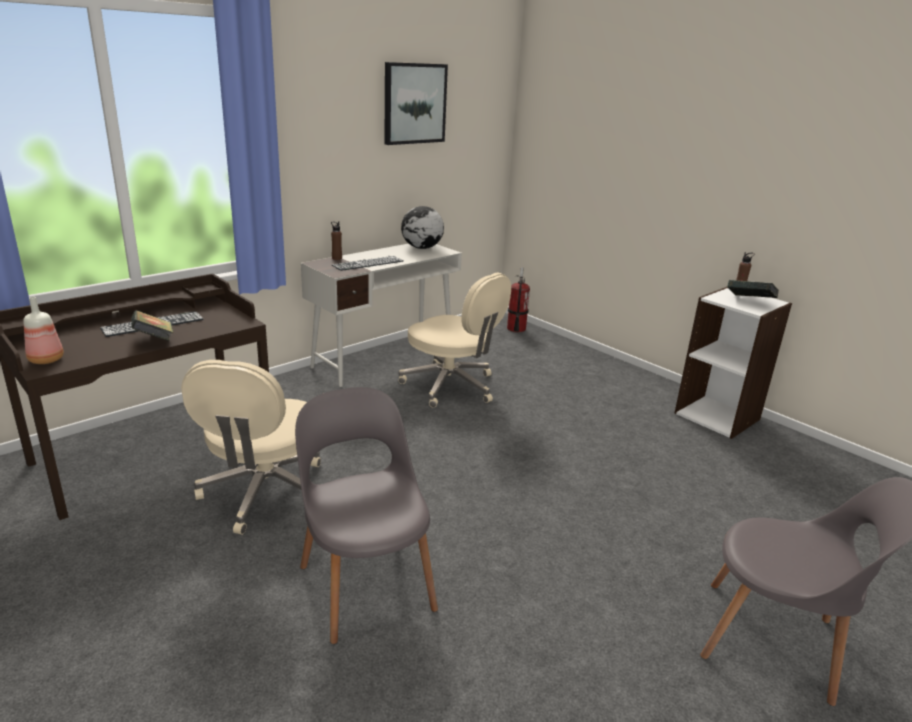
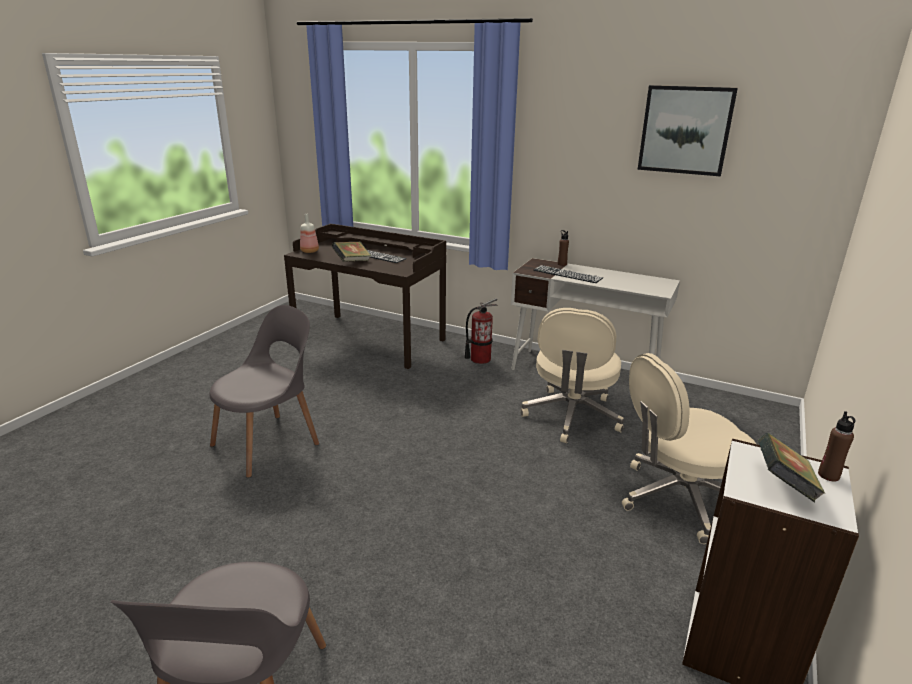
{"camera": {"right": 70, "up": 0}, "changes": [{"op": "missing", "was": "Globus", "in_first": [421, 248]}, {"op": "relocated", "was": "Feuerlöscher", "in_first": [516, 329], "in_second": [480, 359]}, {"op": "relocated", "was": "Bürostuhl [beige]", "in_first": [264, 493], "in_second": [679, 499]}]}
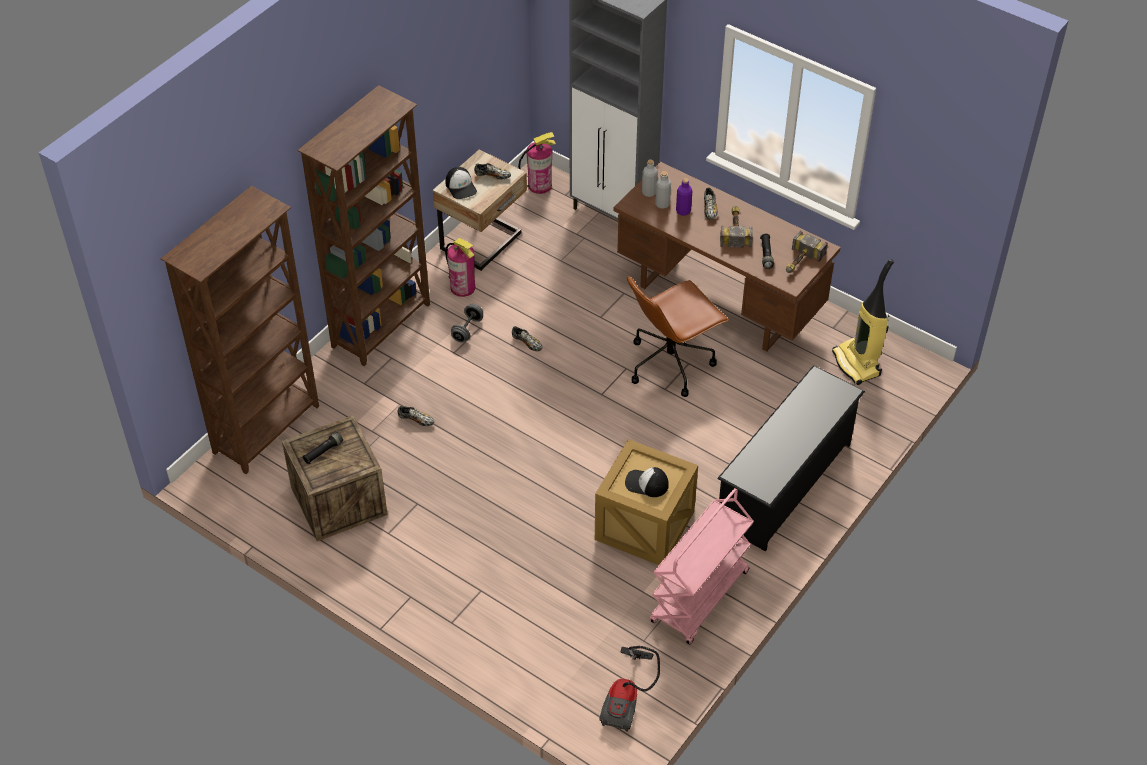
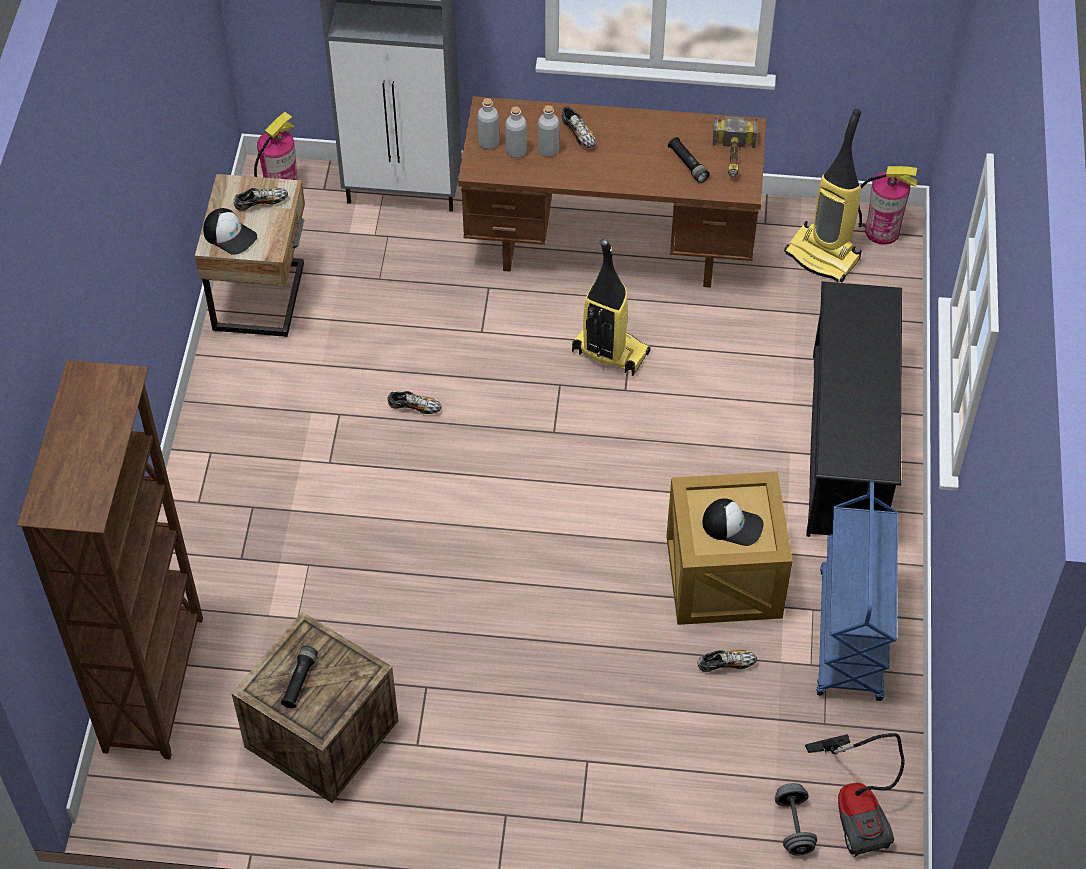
{"camera": {"right": -30, "up": 5}, "changes": [{"op": "missing", "was": "Bücherregal [braun]", "in_first": [382, 326]}, {"op": "colour", "was": "Flasche [lila]", "now": "Flasche [grau]", "in_first": [683, 211], "in_second": [548, 150]}, {"op": "missing", "was": "Hammer", "in_first": [735, 229]}, {"op": "relocated", "was": "Feuerlöscher", "in_first": [463, 287], "in_second": [882, 231]}, {"op": "exchanged", "was": "Bürostuhl [braun]", "now": "Staubsauger", "in_first": [671, 363], "in_second": [609, 353]}, {"op": "relocated", "was": "Hantel [grau]", "in_first": [467, 330], "in_second": [794, 826]}, {"op": "relocated", "was": "Schuh", "in_first": [416, 420], "in_second": [726, 664]}, {"op": "spun", "was": "Kappe", "in_first": [646, 484], "in_second": [732, 525], "clockwise": -150}, {"op": "colour", "was": "Rollwagen [rosa]", "now": "Rollwagen [blau]", "in_first": [700, 598], "in_second": [851, 636]}]}
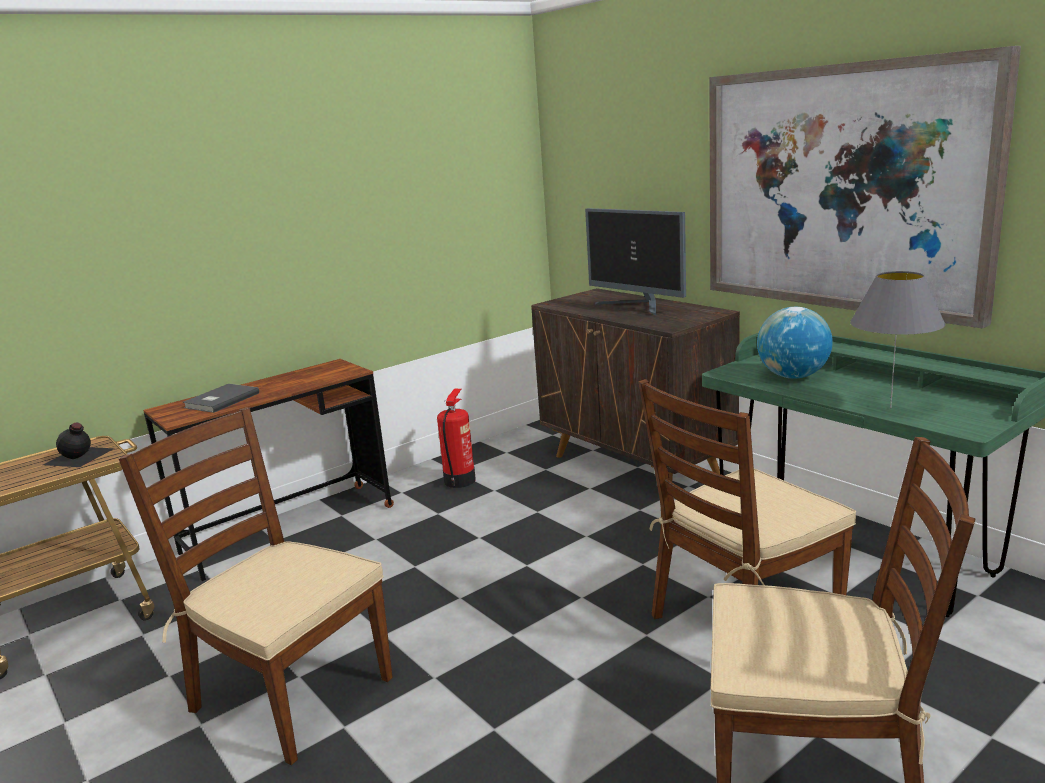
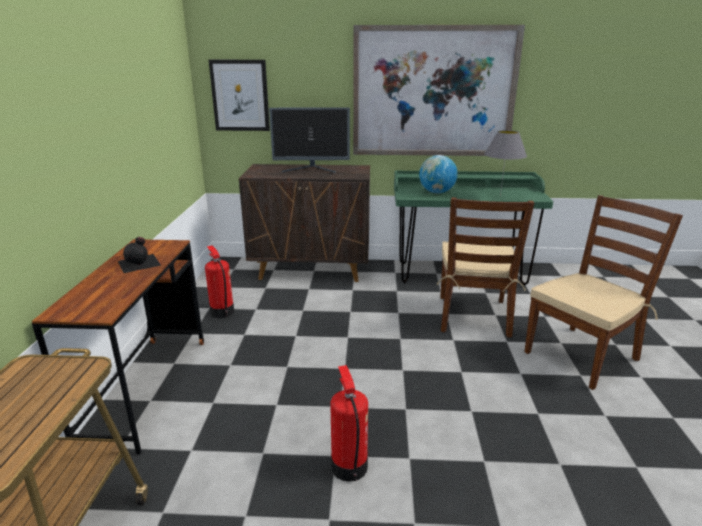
{"camera": {"right": -50, "up": 5}, "changes": [{"op": "missing", "was": "Buch [grau]", "in_first": [220, 400]}, {"op": "exchanged", "was": "Stuhl [braun]", "now": "Feuerlöscher", "in_first": [290, 693], "in_second": [349, 466]}, {"op": "relocated", "was": "Flasche [schwarz]", "in_first": [78, 457], "in_second": [140, 263]}, {"op": "appeared", "now": "Bild", "in_second": [240, 95]}]}
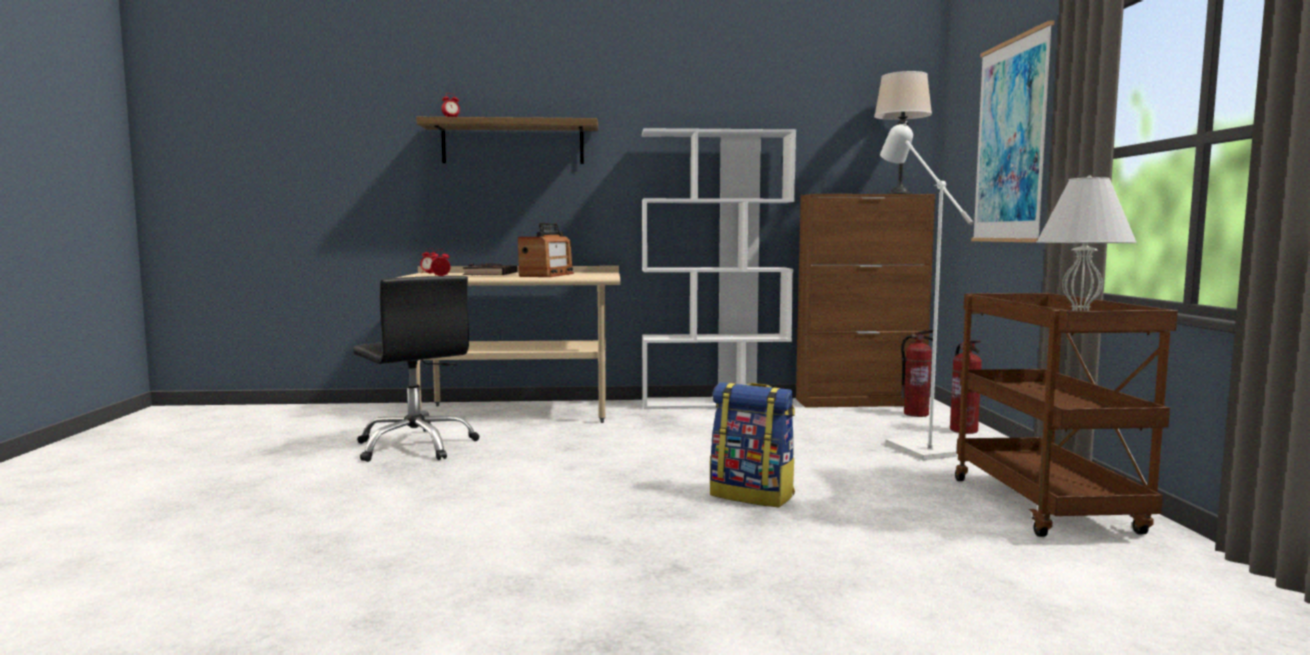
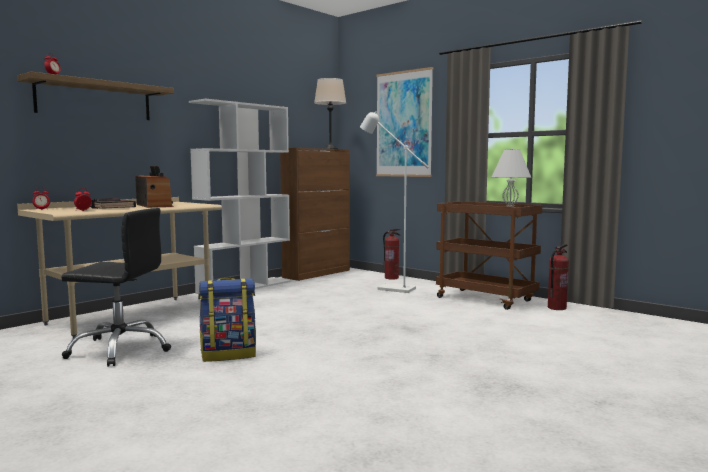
{"camera": {"right": -45, "up": 0}, "changes": [{"op": "relocated", "was": "Feuerlöscher", "in_first": [916, 414], "in_second": [556, 308]}, {"op": "relocated", "was": "Rucksack", "in_first": [753, 495], "in_second": [229, 354]}]}
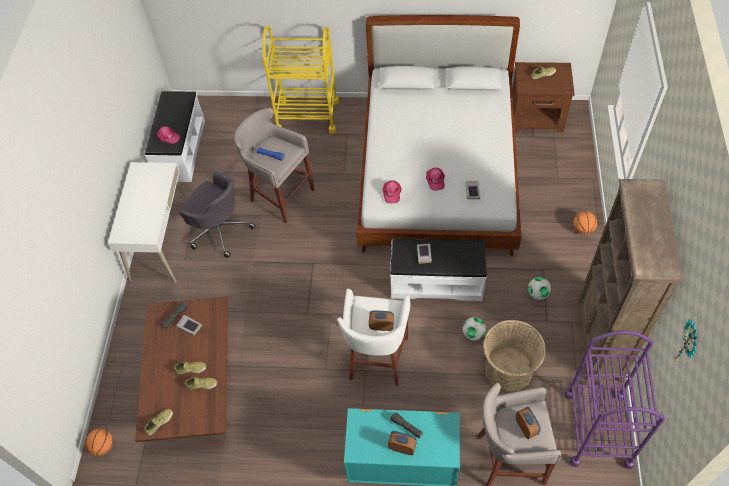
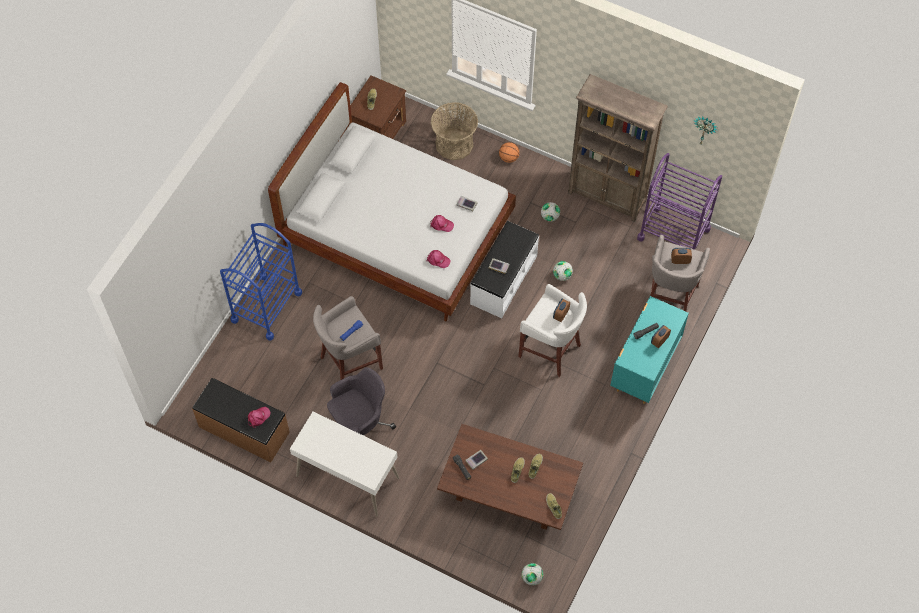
{"camera": {"right": -70, "up": 5}, "changes": [{"op": "colour", "was": "Rollwagen [gelb]", "now": "Rollwagen [blau]", "in_first": [307, 116], "in_second": [266, 306]}, {"op": "colour", "was": "Bank [weiß]", "now": "Bank [braun]", "in_first": [180, 150], "in_second": [243, 430]}, {"op": "relocated", "was": "Korb", "in_first": [508, 369], "in_second": [454, 144]}, {"op": "exchanged", "was": "Basketball", "now": "Fußball", "in_first": [103, 446], "in_second": [532, 577]}]}
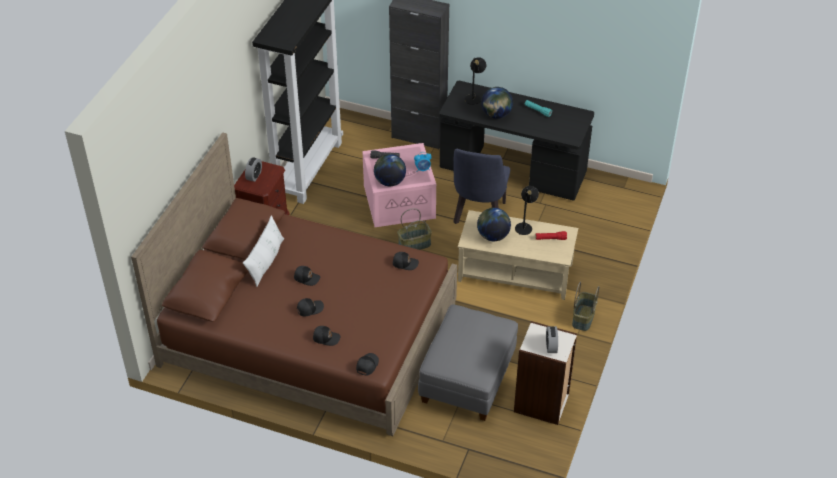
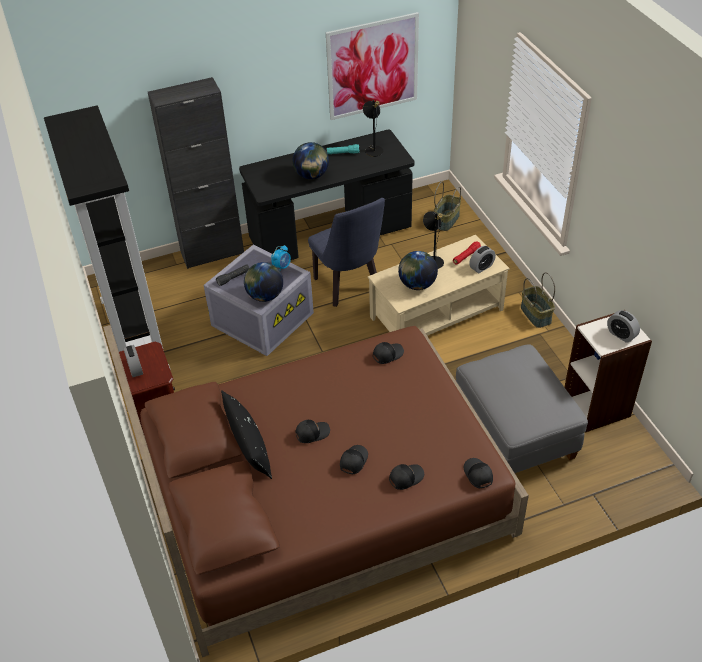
{"camera": {"right": -40, "up": 0}, "changes": [{"op": "relocated", "was": "Tischlampe [schwarz]", "in_first": [474, 97], "in_second": [373, 149]}, {"op": "colour", "was": "Aufbewahrungsbox [rosa]", "now": "Aufbewahrungsbox [grau]", "in_first": [400, 201], "in_second": [262, 318]}, {"op": "relocated", "was": "Korb", "in_first": [414, 244], "in_second": [446, 220]}, {"op": "colour", "was": "Kissen [weiß]", "now": "Kissen [schwarz]", "in_first": [266, 261], "in_second": [249, 446]}, {"op": "appeared", "now": "Bild", "in_second": [373, 66]}, {"op": "appeared", "now": "Wecker", "in_second": [481, 267]}]}
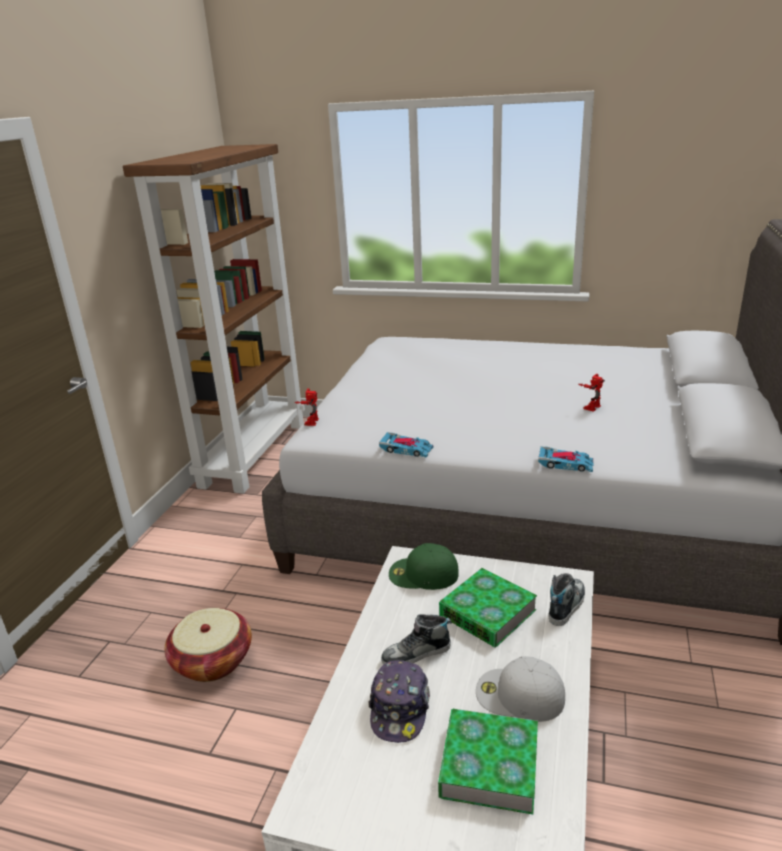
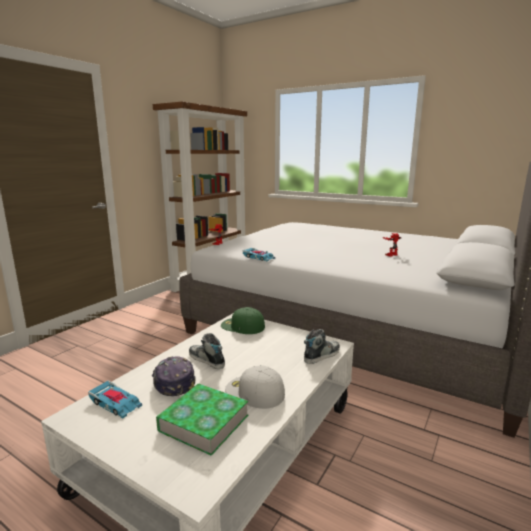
{"camera": {"right": 15, "up": -10}, "changes": [{"op": "relocated", "was": "Spielzeugauto", "in_first": [565, 464], "in_second": [115, 403]}, {"op": "missing", "was": "Buch", "in_first": [487, 613]}, {"op": "missing", "was": "Korb", "in_first": [213, 661]}, {"op": "spun", "was": "Schuh", "in_first": [416, 654], "in_second": [206, 360], "clockwise": 45}, {"op": "spun", "was": "Kappe", "in_first": [400, 708], "in_second": [173, 382], "clockwise": 135}]}
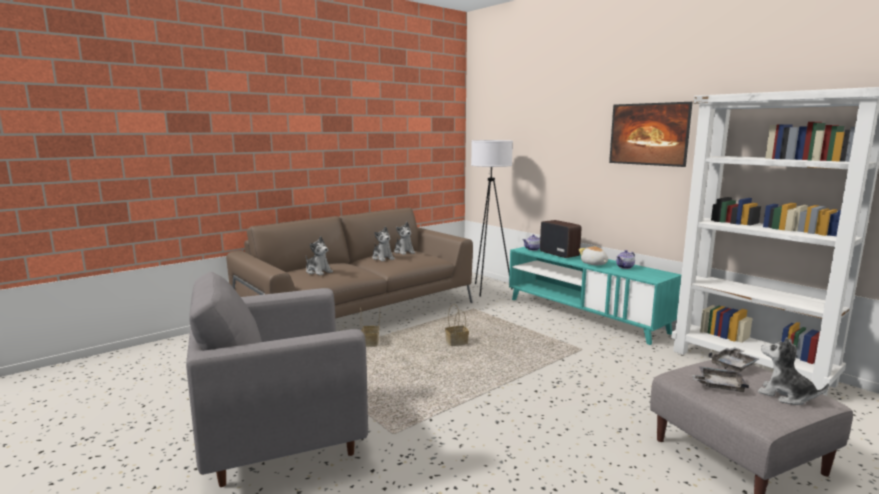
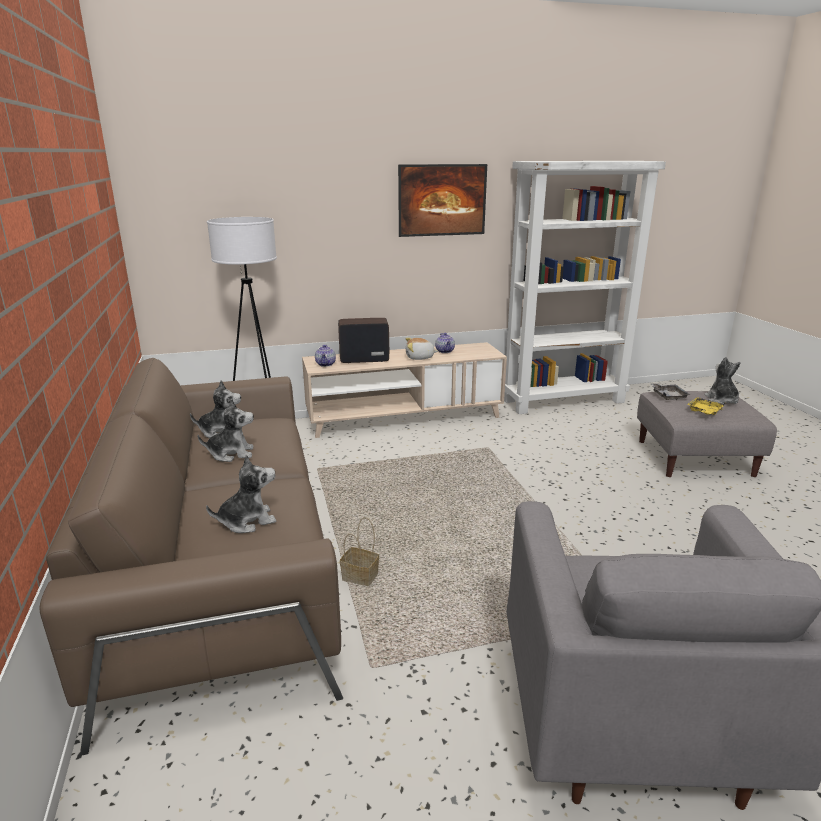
{"camera": {"right": -65, "up": 10}, "changes": [{"op": "colour", "was": "Fernsehschrank [türkis]", "now": "Fernsehschrank [beige]", "in_first": [584, 315], "in_second": [404, 418]}, {"op": "missing", "was": "Korb", "in_first": [457, 343]}, {"op": "spun", "was": "Plüschtier", "in_first": [785, 395], "in_second": [721, 400], "clockwise": 105}, {"op": "colour", "was": "Tablett [grau]", "now": "Tablett [gelb]", "in_first": [719, 385], "in_second": [704, 411]}]}
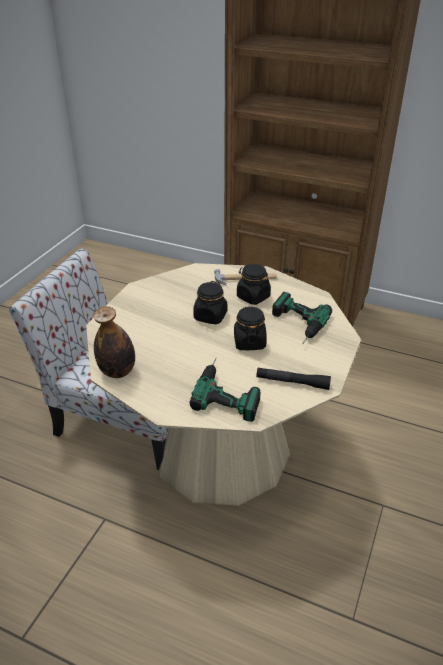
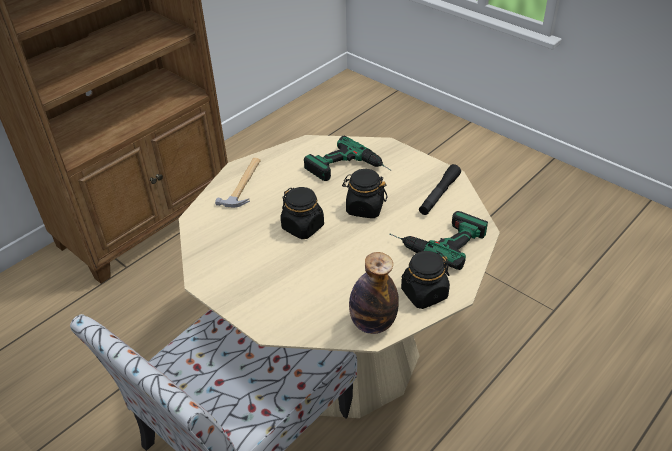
{"camera": {"right": -70, "up": 5}, "changes": [{"op": "relocated", "was": "Vorratsglas [schwarz]", "in_first": [253, 297], "in_second": [424, 293]}]}
